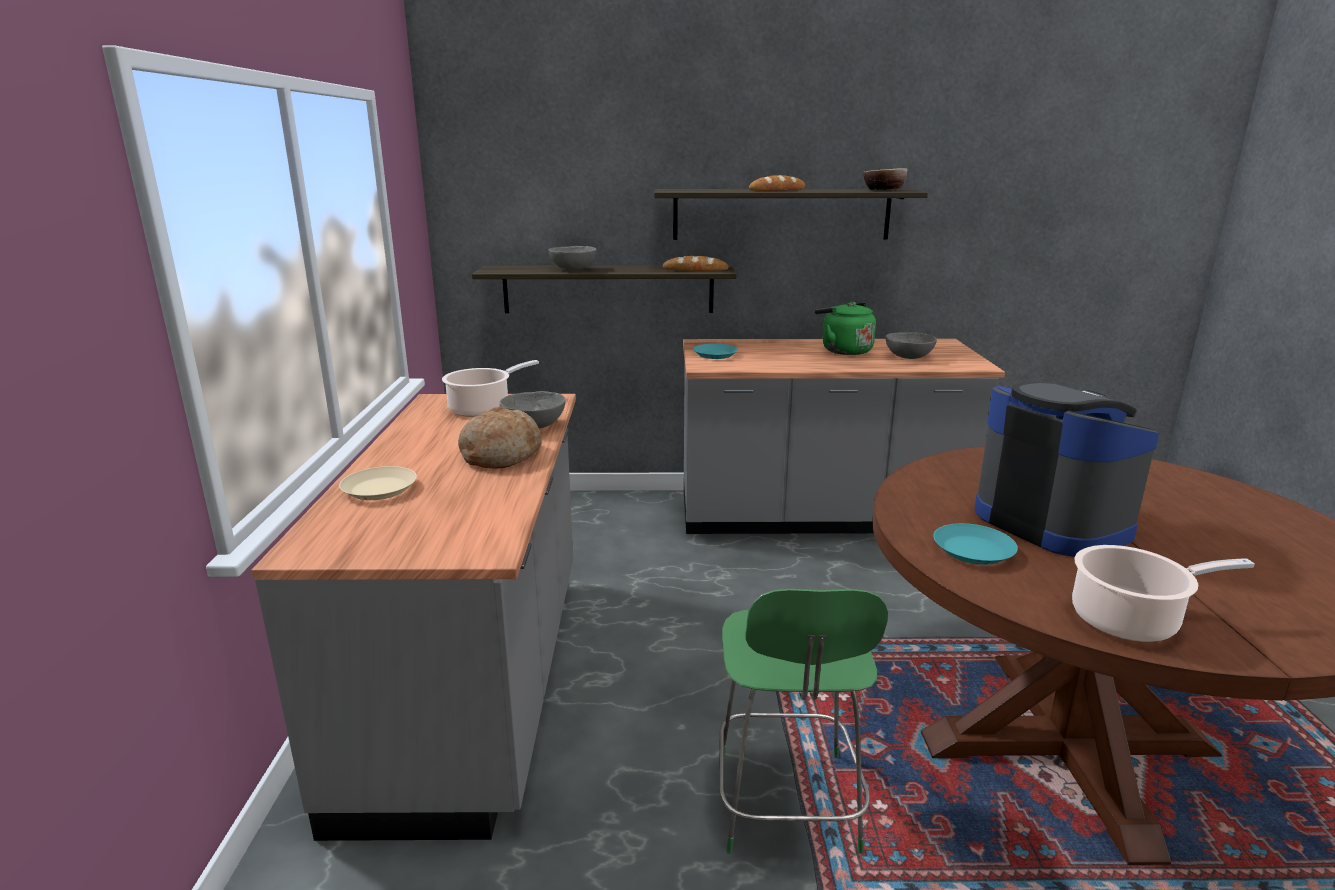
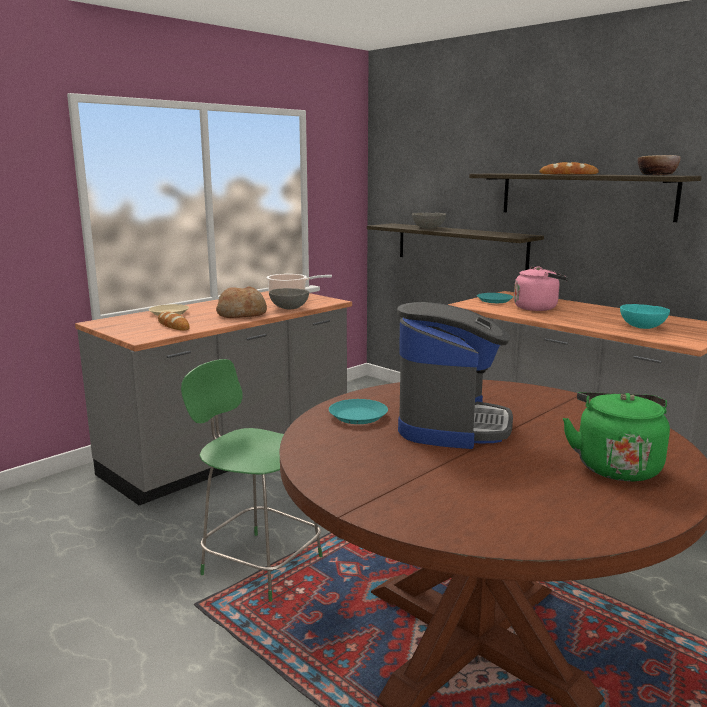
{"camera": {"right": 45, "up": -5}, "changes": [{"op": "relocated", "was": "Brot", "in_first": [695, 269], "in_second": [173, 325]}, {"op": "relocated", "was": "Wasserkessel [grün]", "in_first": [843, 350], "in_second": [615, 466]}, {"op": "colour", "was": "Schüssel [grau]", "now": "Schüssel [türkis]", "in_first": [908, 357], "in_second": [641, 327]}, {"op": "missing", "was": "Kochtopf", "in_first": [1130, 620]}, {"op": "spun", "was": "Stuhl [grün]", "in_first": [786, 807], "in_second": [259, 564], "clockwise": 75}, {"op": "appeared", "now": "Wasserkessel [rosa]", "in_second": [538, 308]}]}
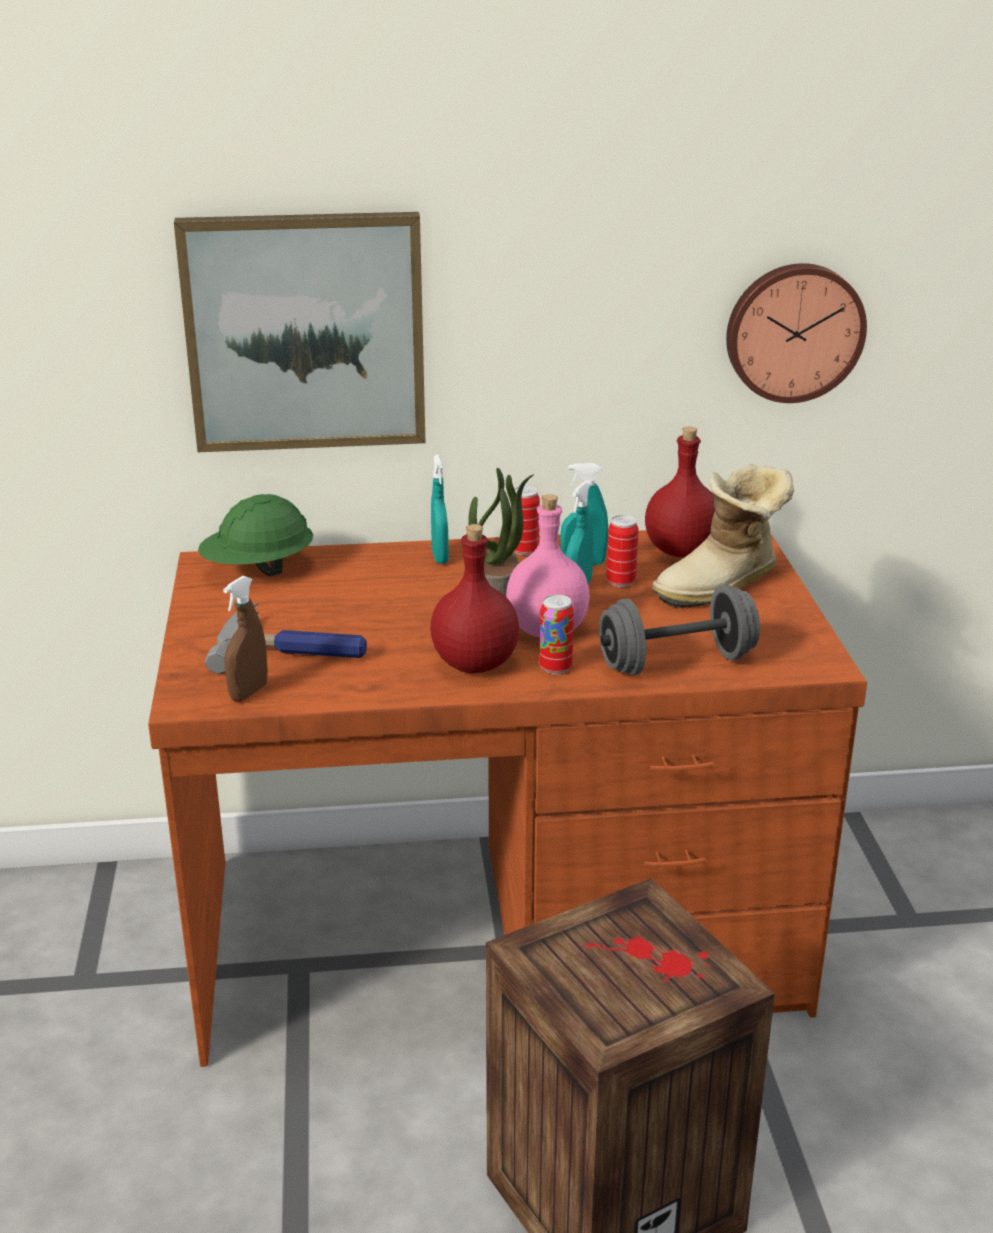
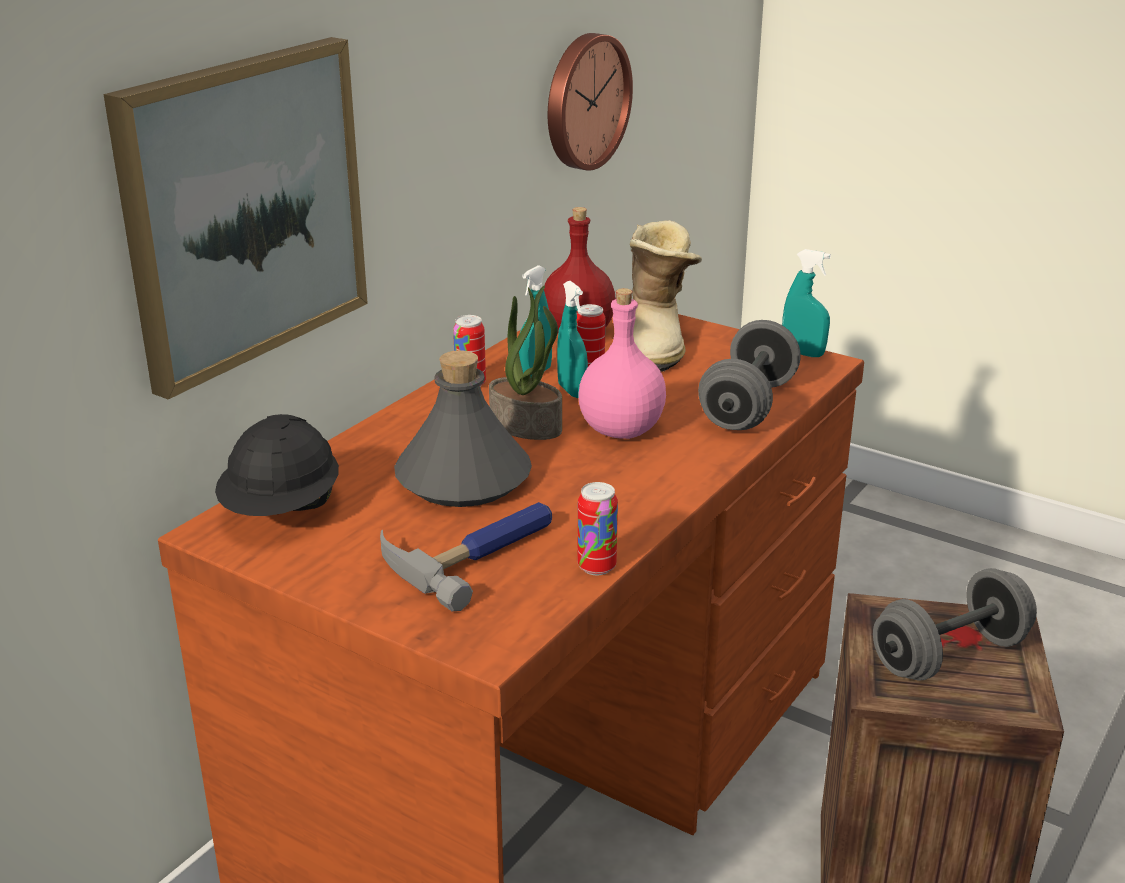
{"camera": {"right": -50, "up": 0}, "changes": [{"op": "relocated", "was": "Sprühflasche [türkis]", "in_first": [440, 557], "in_second": [803, 353]}, {"op": "colour", "was": "Schutzhelm [grün]", "now": "Schutzhelm [schwarz]", "in_first": [258, 570], "in_second": [282, 511]}, {"op": "missing", "was": "Flasche [rot]", "in_first": [476, 663]}, {"op": "missing", "was": "Sprühflasche [braun]", "in_first": [248, 692]}, {"op": "relocated", "was": "Dose", "in_first": [555, 667], "in_second": [596, 567]}, {"op": "appeared", "now": "Flasche [grau]", "in_second": [463, 478]}, {"op": "appeared", "now": "Hantel [grau]", "in_second": [949, 655]}]}
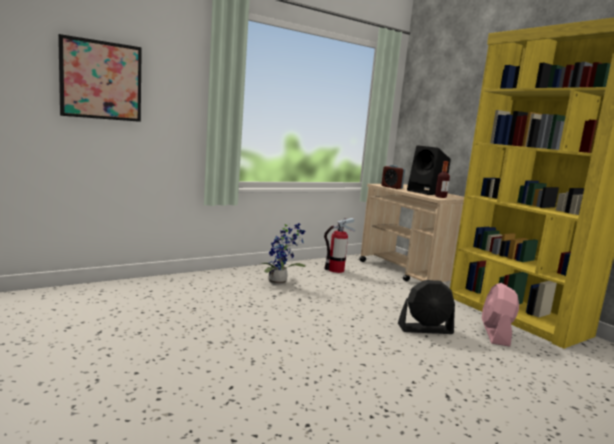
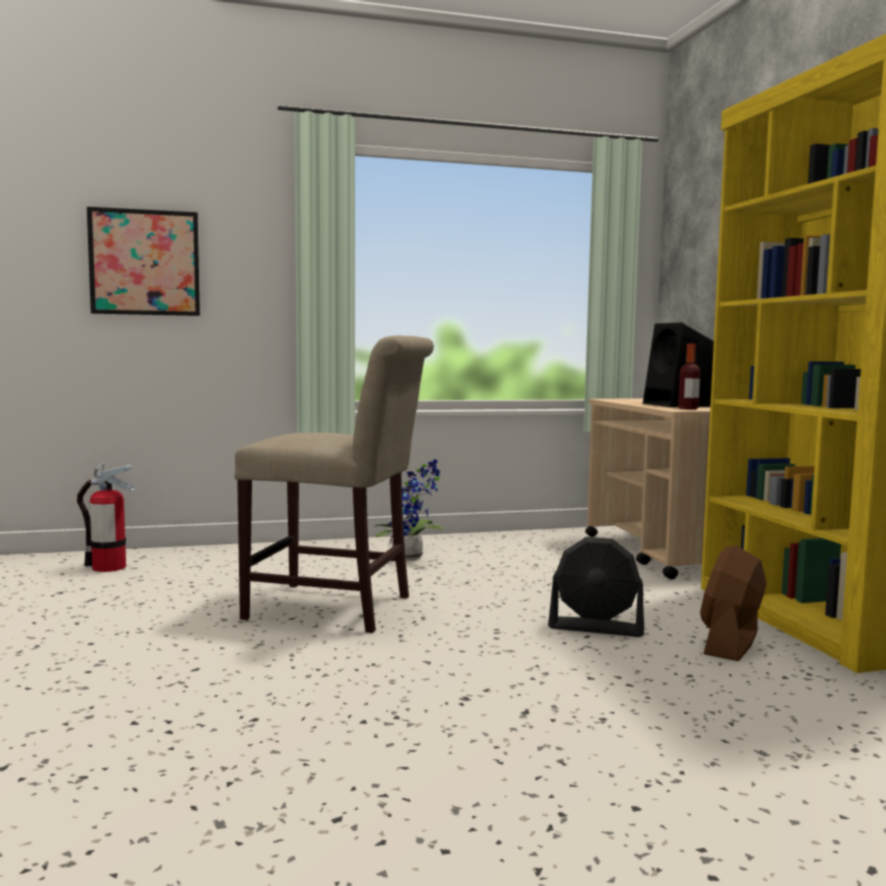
{"camera": {"right": 20, "up": -5}, "changes": [{"op": "missing", "was": "Wecker", "in_first": [391, 187]}, {"op": "relocated", "was": "Feuerlöscher", "in_first": [336, 270], "in_second": [108, 567]}, {"op": "colour", "was": "Ventilator [rosa]", "now": "Ventilator [braun]", "in_first": [495, 334], "in_second": [731, 643]}, {"op": "appeared", "now": "Stuhl [beige]", "in_second": [338, 608]}]}
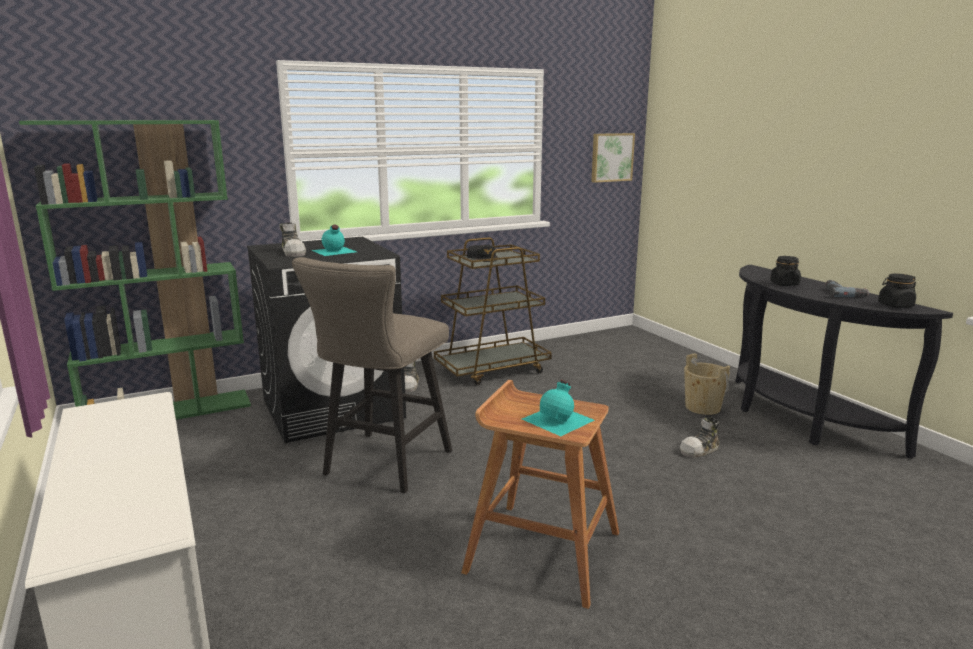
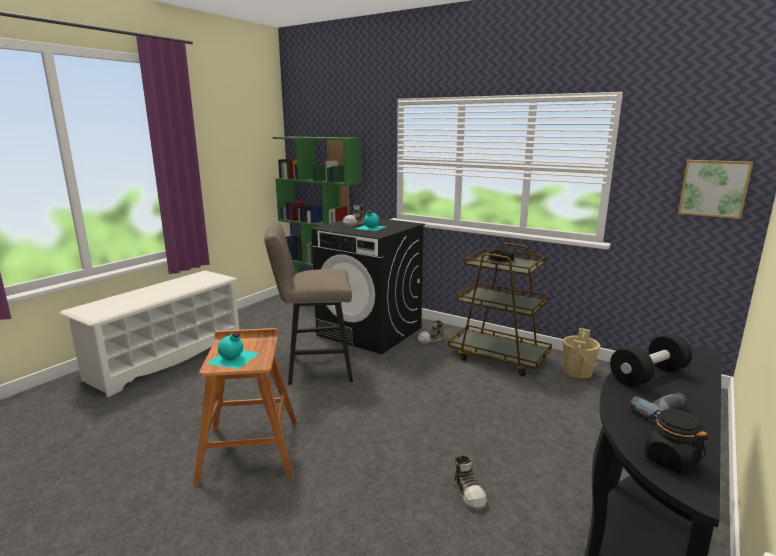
{"camera": {"right": 60, "up": 0}, "changes": [{"op": "exchanged", "was": "Vorratsglas [schwarz]", "now": "Hantel [schwarz]", "in_first": [784, 284], "in_second": [648, 376]}, {"op": "relocated", "was": "Eimer [beige]", "in_first": [702, 407], "in_second": [577, 372]}, {"op": "spun", "was": "Schuh", "in_first": [700, 450], "in_second": [469, 493], "clockwise": -135}]}
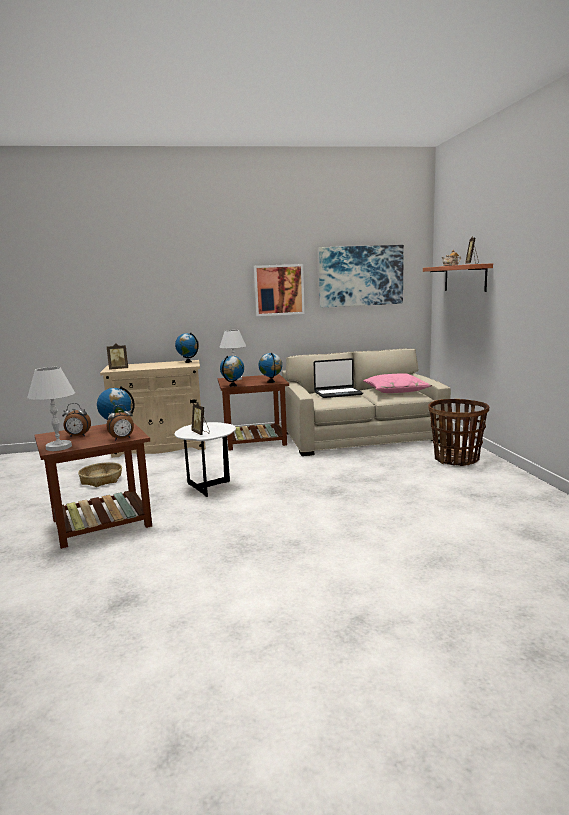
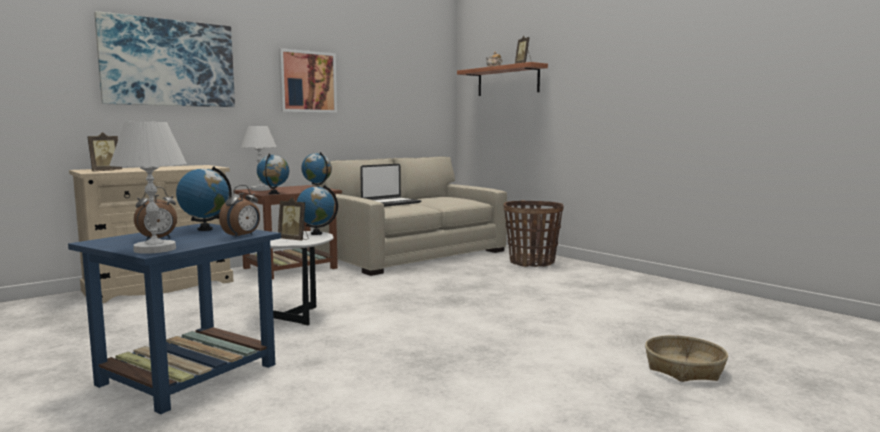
{"camera": {"right": -30, "up": -5}, "changes": [{"op": "relocated", "was": "Bild", "in_first": [360, 276], "in_second": [169, 63]}, {"op": "relocated", "was": "Globus", "in_first": [188, 362], "in_second": [316, 233]}, {"op": "missing", "was": "Kissen [rosa]", "in_first": [395, 391]}, {"op": "colour", "was": "Beistelltisch [braun]", "now": "Beistelltisch [blau]", "in_first": [103, 522], "in_second": [190, 373]}, {"op": "relocated", "was": "Korb", "in_first": [101, 480], "in_second": [684, 368]}]}
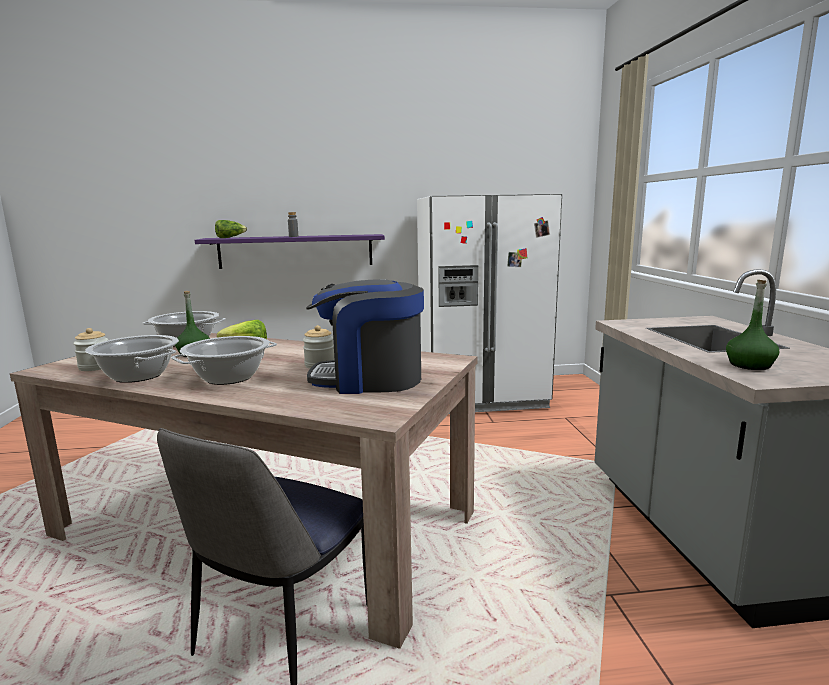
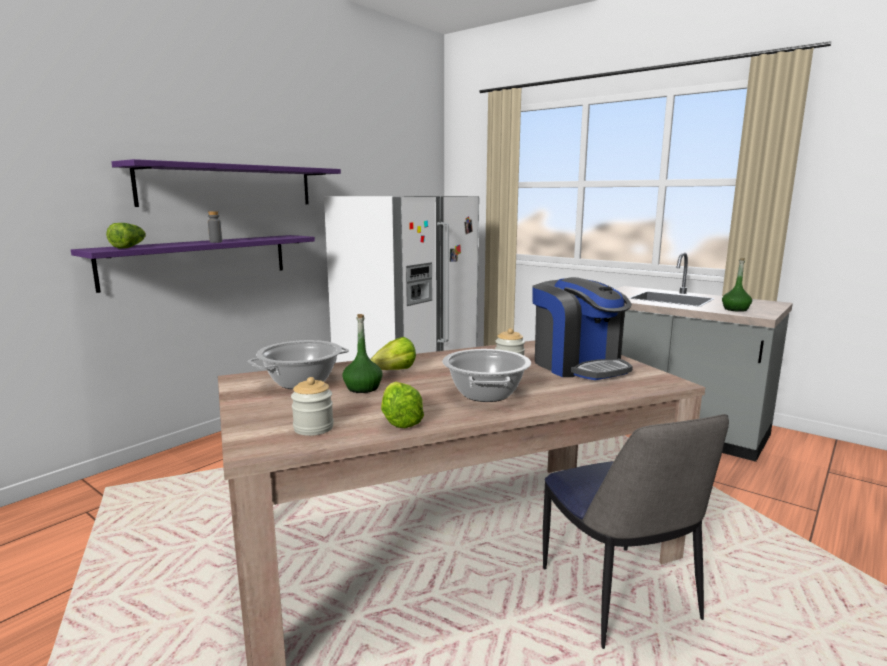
{"camera": {"right": -45, "up": 0}, "changes": [{"op": "spun", "was": "Kaffeemaschine", "in_first": [369, 379], "in_second": [578, 366], "clockwise": -75}, {"op": "exchanged", "was": "Kochtopf", "now": "Salatkopf", "in_first": [137, 376], "in_second": [400, 418]}, {"op": "appeared", "now": "Wandregal [lila]", "in_second": [230, 186]}]}
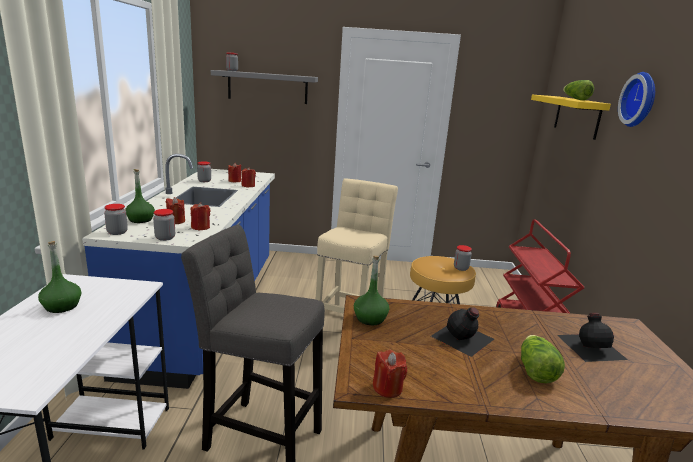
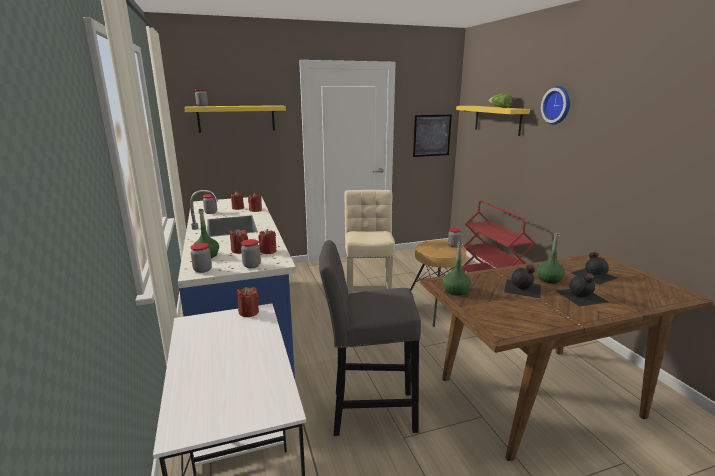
{"camera": {"right": -20, "up": 0}, "changes": [{"op": "colour", "was": "Wandregal [grau]", "now": "Wandregal [gelb]", "in_first": [267, 87], "in_second": [236, 118]}, {"op": "relocated", "was": "Flasche [grün]", "in_first": [61, 306], "in_second": [549, 279]}, {"op": "exchanged", "was": "Salatkopf", "now": "Flasche [schwarz]", "in_first": [535, 370], "in_second": [581, 296]}, {"op": "relocated", "was": "Kerze [rot]", "in_first": [387, 388], "in_second": [249, 312]}, {"op": "appeared", "now": "Bild", "in_second": [432, 135]}]}
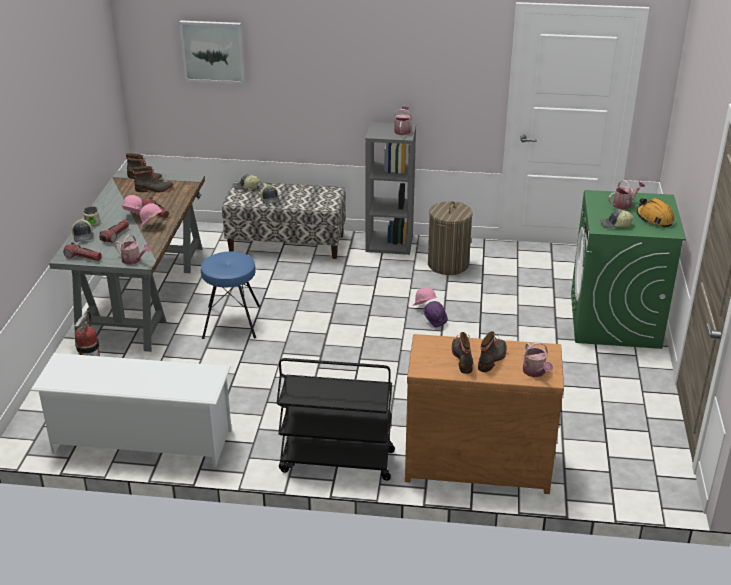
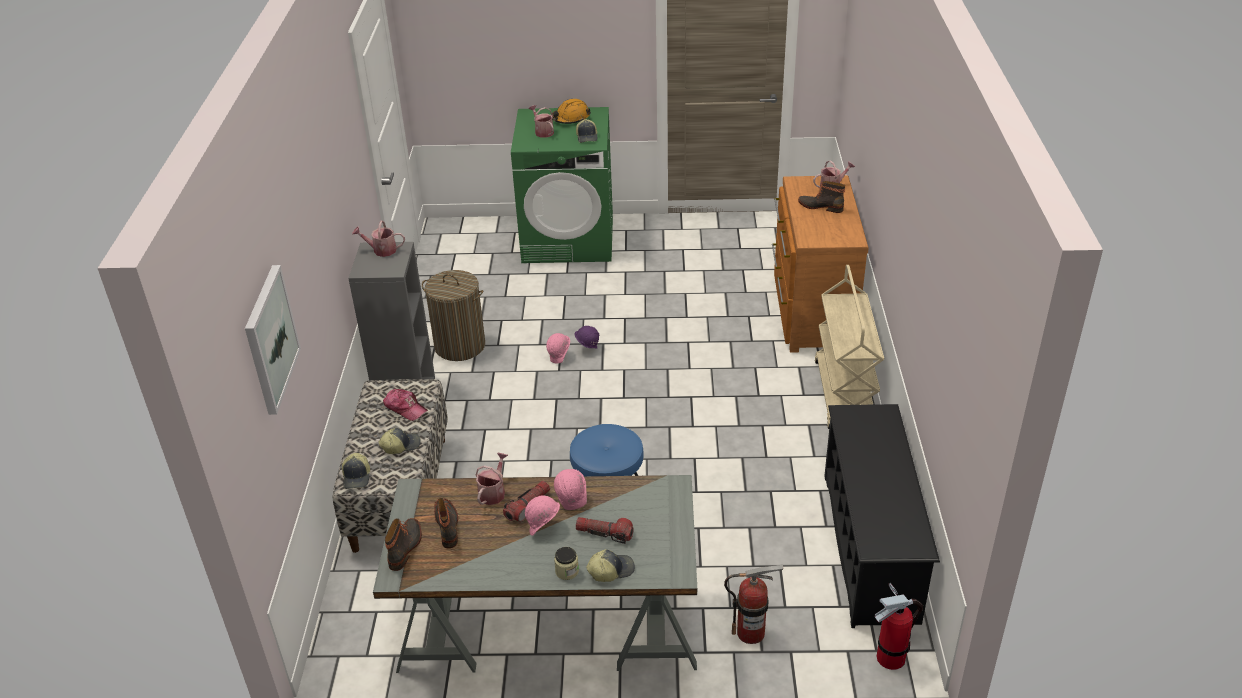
{"camera": {"right": -95, "up": 5}, "changes": [{"op": "relocated", "was": "Gießkanne", "in_first": [133, 260], "in_second": [493, 492]}, {"op": "missing", "was": "Taschenlampe", "in_first": [83, 257]}, {"op": "missing", "was": "Stiefel", "in_first": [463, 358]}, {"op": "colour", "was": "Schuhregal [weiß]", "now": "Schuhregal [schwarz]", "in_first": [141, 441], "in_second": [870, 547]}, {"op": "colour", "was": "Rollwagen [schwarz]", "now": "Rollwagen [beige]", "in_first": [336, 461], "in_second": [844, 395]}, {"op": "appeared", "now": "Kappe", "in_second": [405, 408]}, {"op": "appeared", "now": "Feuerlöscher", "in_second": [891, 657]}]}
